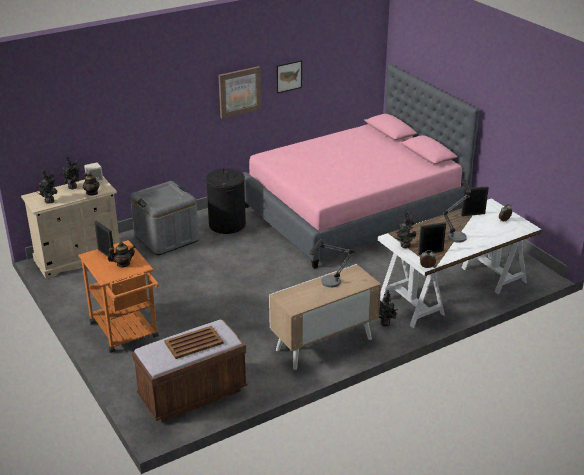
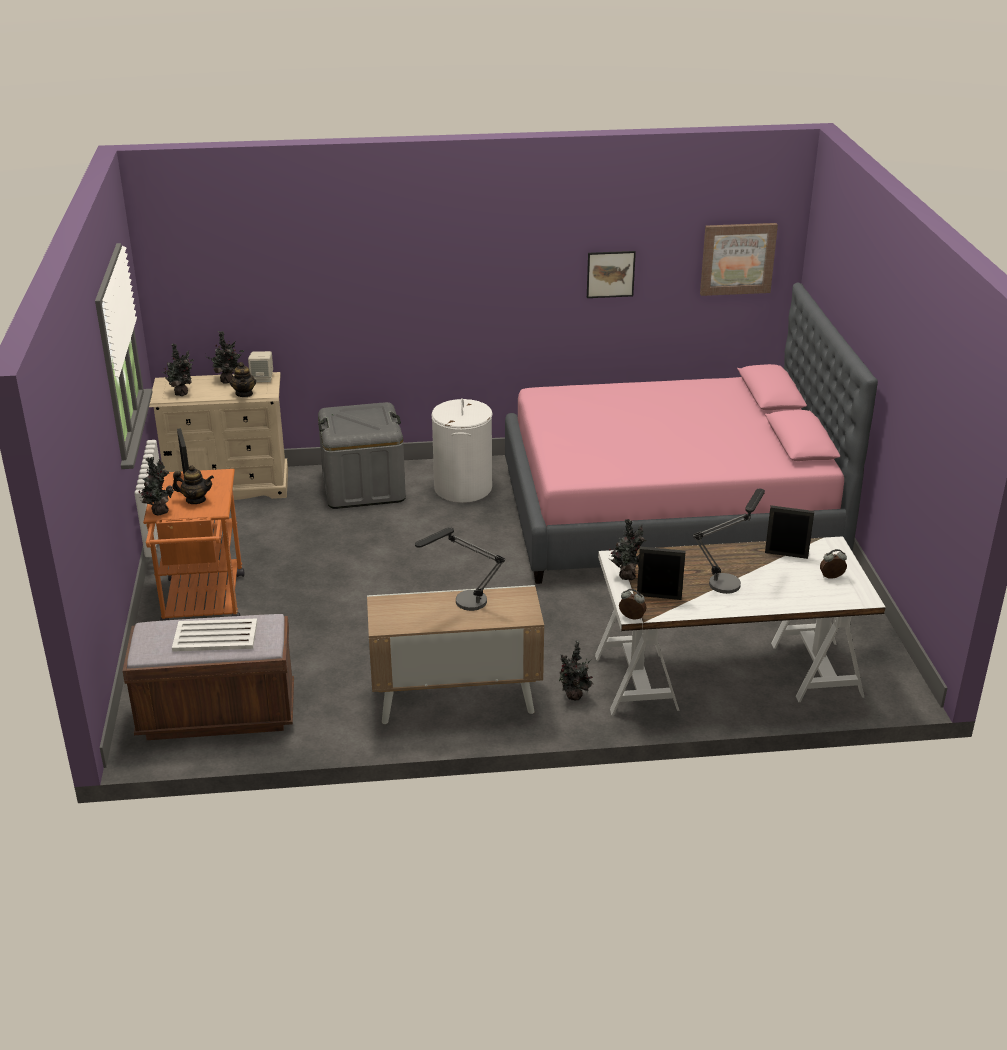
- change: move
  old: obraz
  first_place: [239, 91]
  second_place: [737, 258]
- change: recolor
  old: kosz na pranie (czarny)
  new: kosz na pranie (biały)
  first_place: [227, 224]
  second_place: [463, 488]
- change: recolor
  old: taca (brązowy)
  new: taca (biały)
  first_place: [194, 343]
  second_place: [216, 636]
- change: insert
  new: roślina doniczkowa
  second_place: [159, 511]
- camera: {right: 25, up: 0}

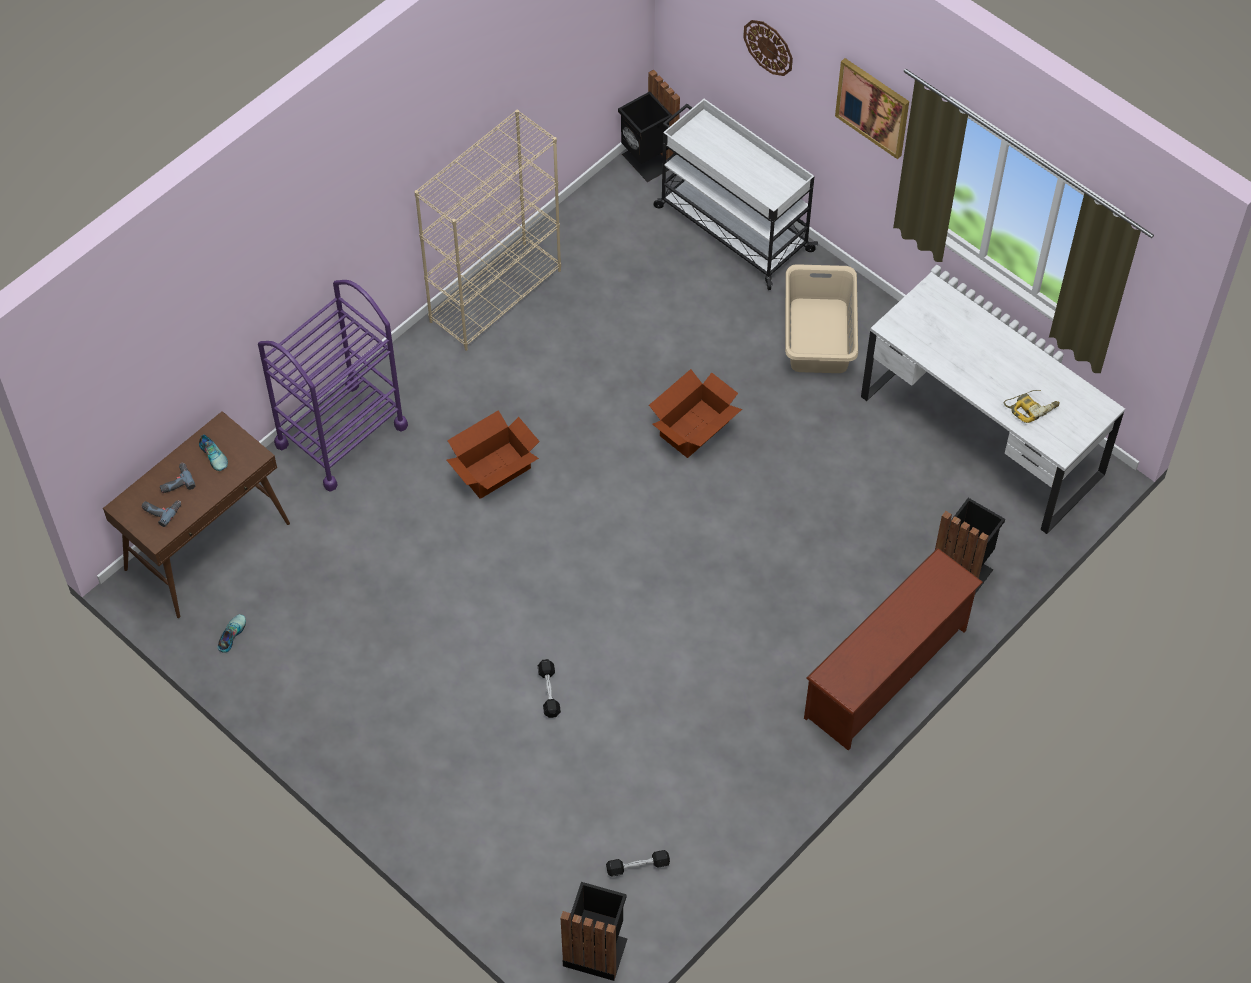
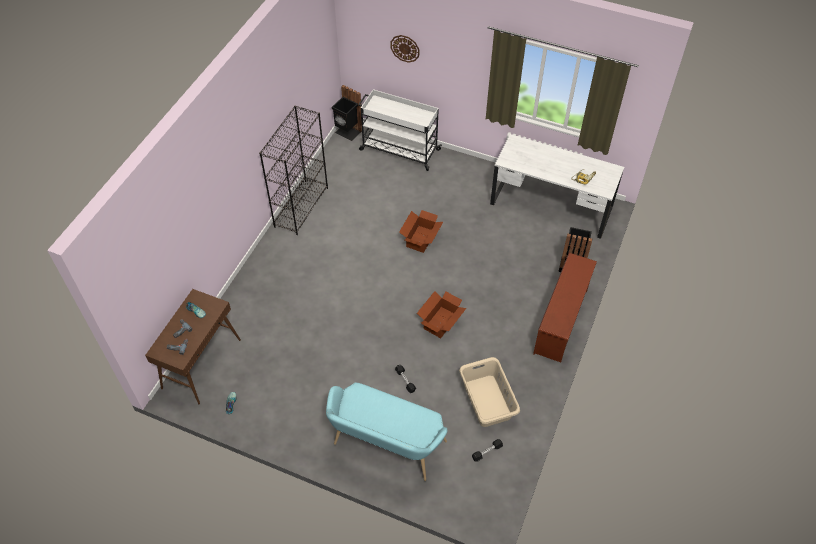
- change: delete
  old: obraz
  first_place: [873, 107]
- change: recolor
  old: regał (beżowy)
  new: regał (czarny)
  first_place: [495, 295]
  second_place: [301, 207]
- change: move
  old: kosz na pranie (beżowy)
  first_place: [818, 336]
  second_place: [487, 401]
- change: delete
  old: wózek (fioletowy)
  first_place: [341, 435]
- change: move
  old: karton
  first_place: [495, 470]
  second_place: [441, 322]
- change: delete
  old: kosz na śmieci (czarny)
  first_place: [595, 949]
- change: insert
  new: ławka (turkusowy)
  second_place: [386, 446]
- camera: {right: -20, up: -5}

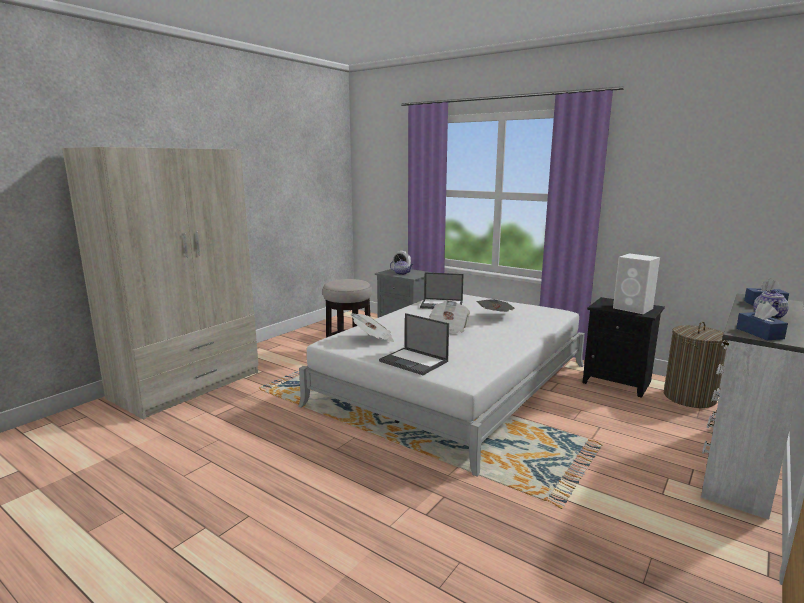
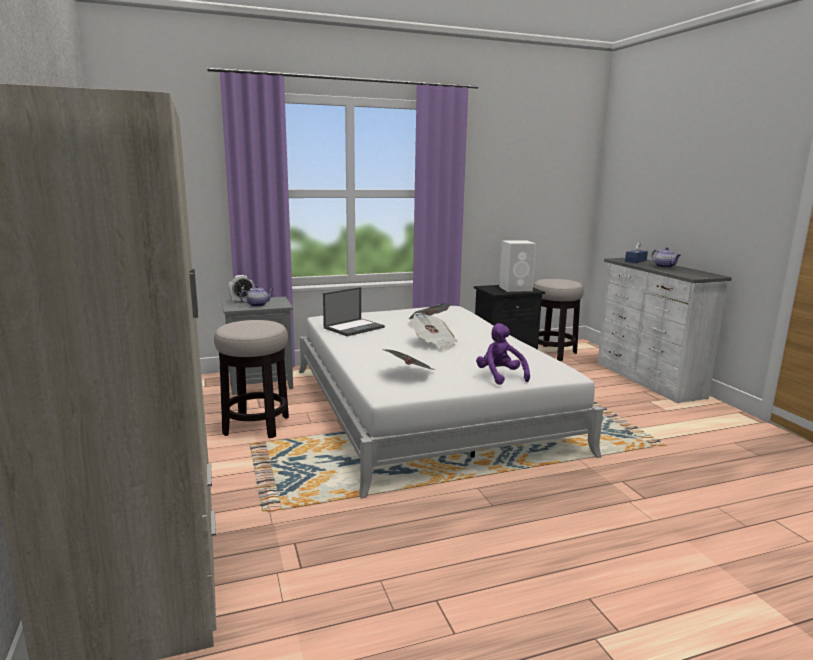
- change: delete
  old: pudełko chusteczek (niebieski)
  first_place: [759, 333]
- change: replace
  old: laptop
  new: pluszak (fioletowy)
  first_place: [414, 361]
  second_place: [500, 376]
- change: replace
  old: kosz na pranie
  new: stołek
  first_place: [689, 397]
  second_place: [552, 353]
- camera: {right: -55, up: 0}

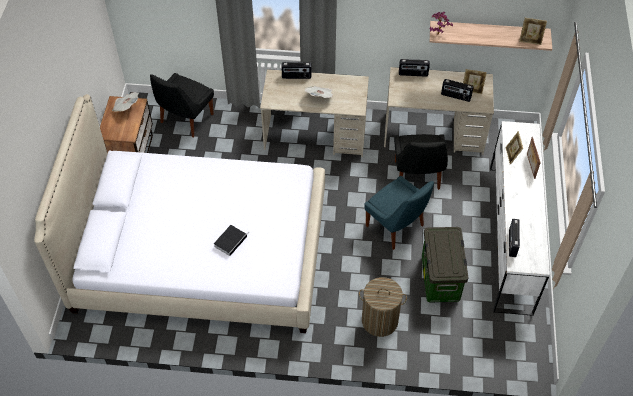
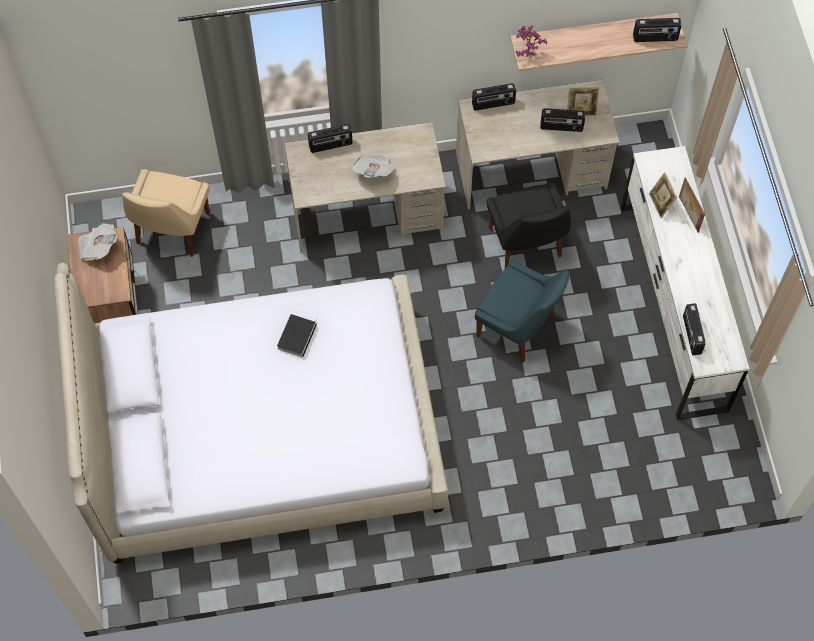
- change: replace
  old: ramka na zdjęcie
  new: radio
  first_place: [530, 40]
  second_place: [655, 38]
- change: recolor
  old: krzesło (czarny)
  new: krzesło (beżowy)
  first_place: [185, 120]
  second_place: [172, 230]
- change: move
  old: książka
  first_place: [230, 240]
  second_place: [297, 335]
- change: delete
  old: pojemnik do przechowywania
  first_place: [441, 279]
- change: delete
  old: kosz na pranie
  first_place: [379, 320]
- camera: {right: -15, up: 10}

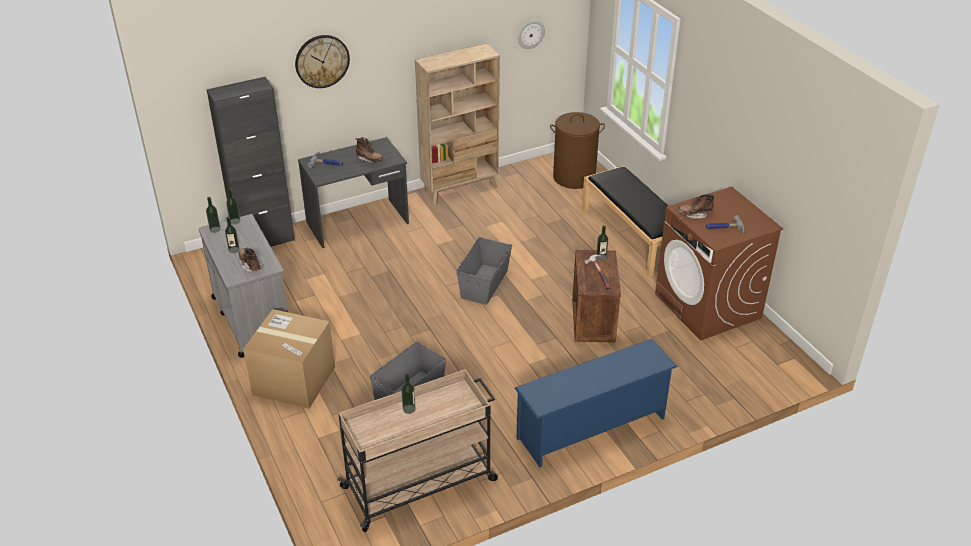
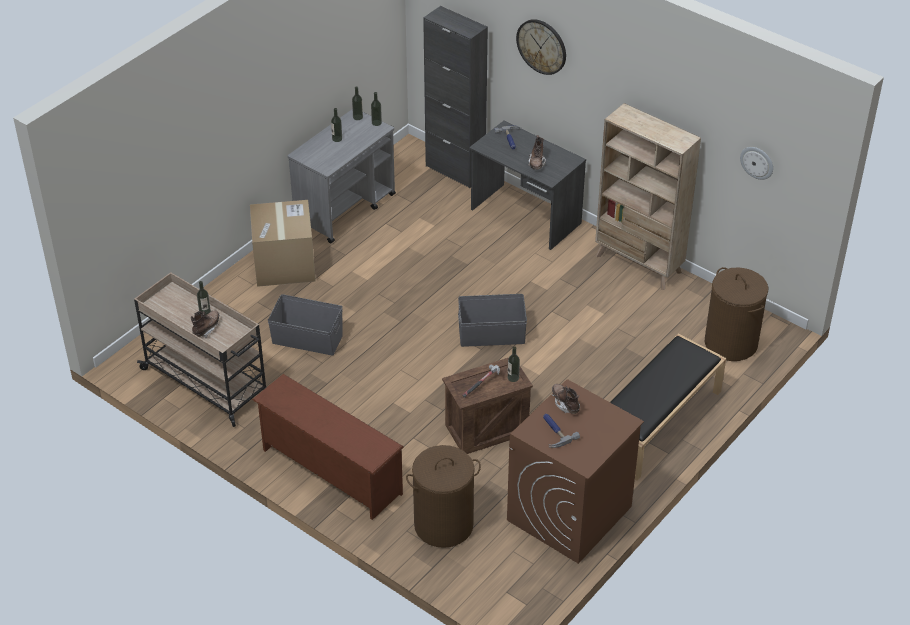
- change: move
  old: but z cholewką (brązowy)
  first_place: [250, 265]
  second_place: [206, 329]
- change: recolor
  old: regał na buty (niebieski)
  new: regał na buty (brązowy)
  first_place: [592, 429]
  second_place: [329, 472]
- change: insert
  new: kosz na pranie (brązowy)
  second_place: [443, 525]
- camera: {right: 65, up: 5}

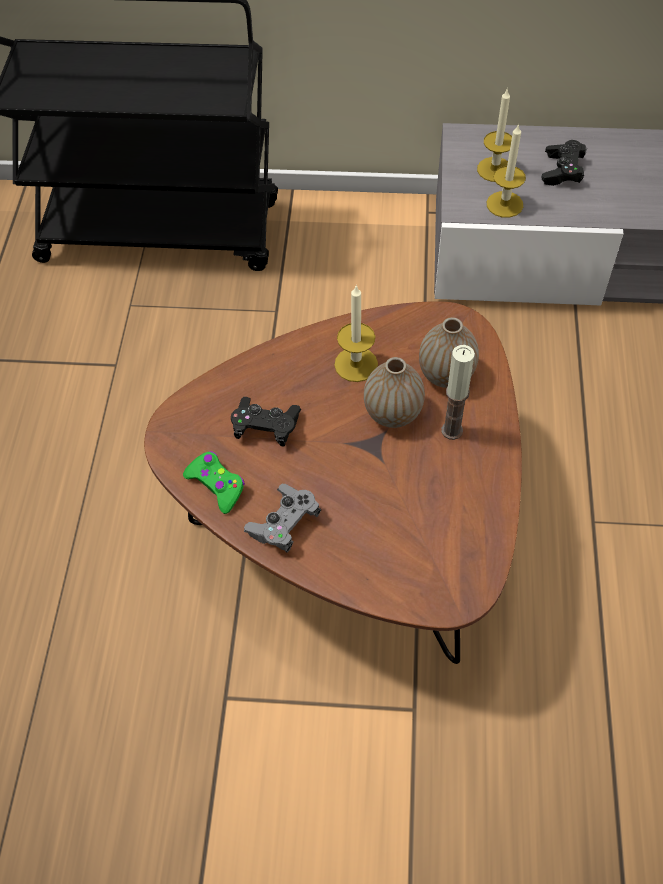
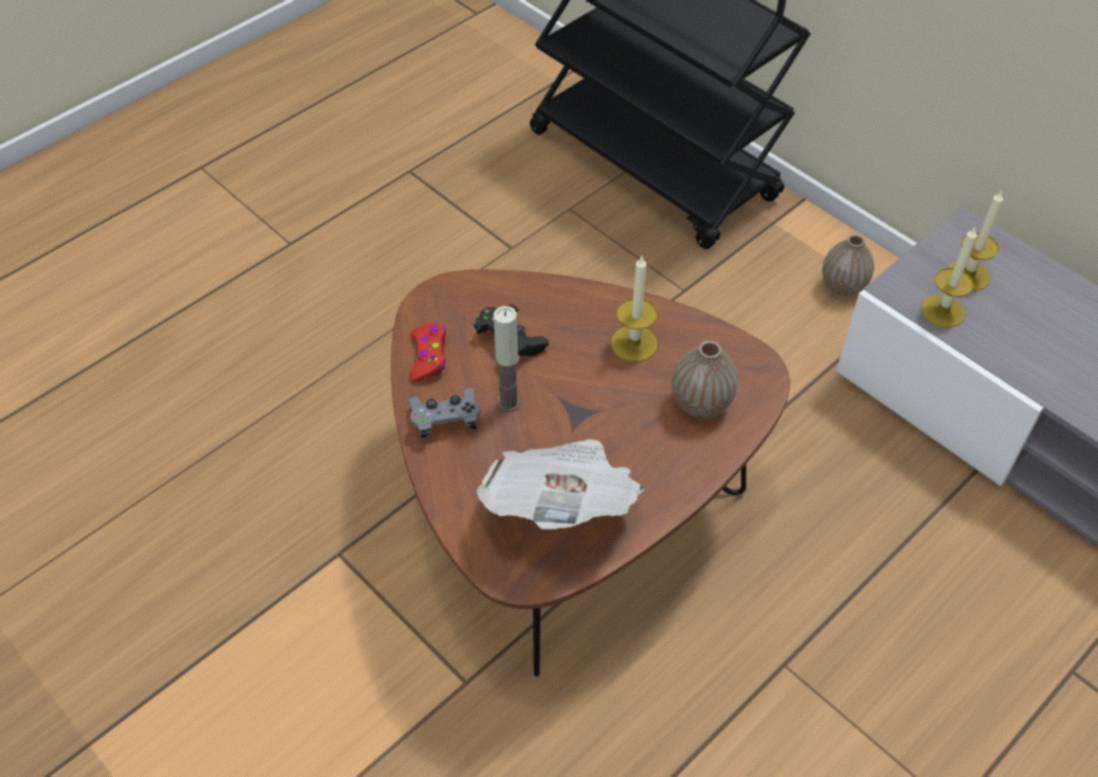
- change: delete
  old: pad do gier (czarny)
  first_place: [562, 171]
- change: move
  old: świeca
  first_place: [452, 430]
  second_place: [508, 402]
- change: move
  old: wazon
  first_place: [393, 413]
  second_place: [843, 286]
- change: recolor
  old: pad do gier (zielony)
  new: pad do gier (czerwony)
  first_place: [216, 485]
  second_place: [428, 356]
- change: insert
  new: gazeta
  second_place: [562, 505]
- camera: {right: 40, up: -5}

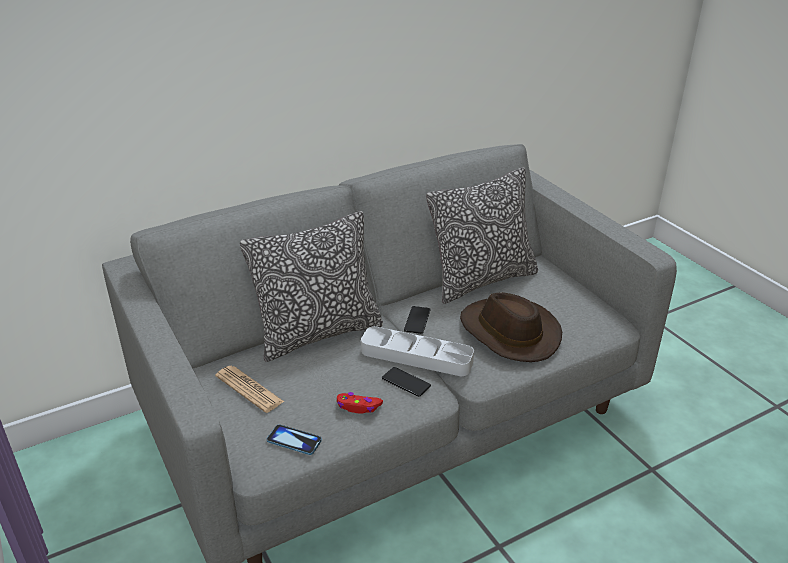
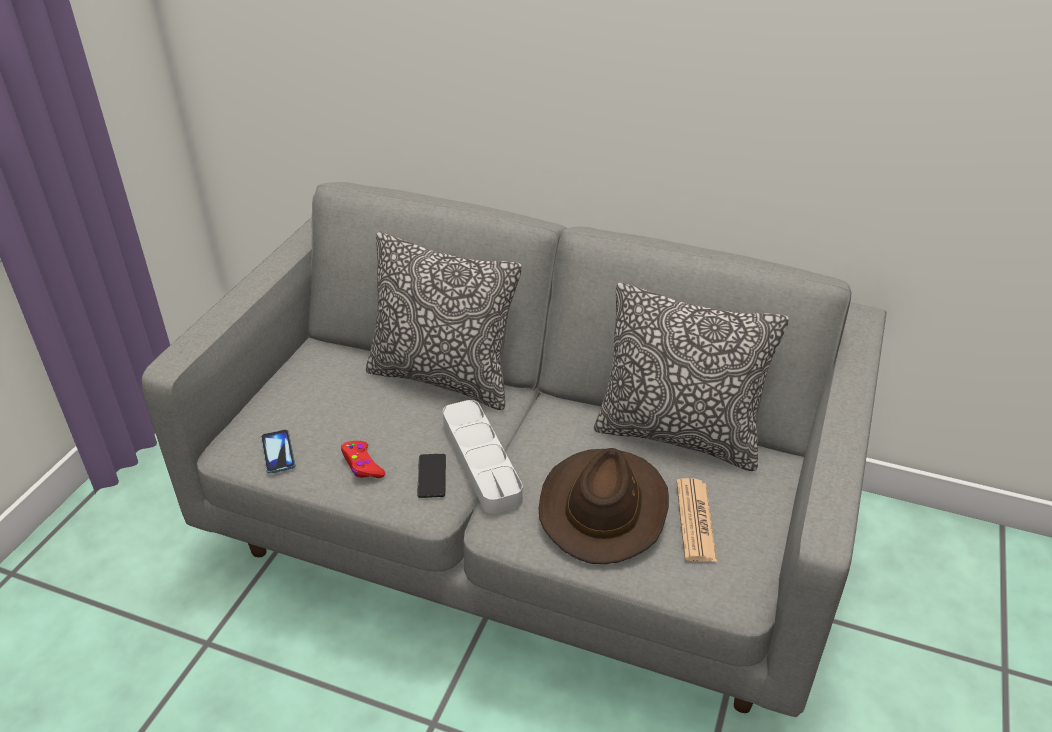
- change: delete
  old: telefon
  first_place: [417, 320]
- change: move
  old: gazeta
  first_place: [249, 389]
  second_place: [695, 520]
- camera: {right: 50, up: 5}

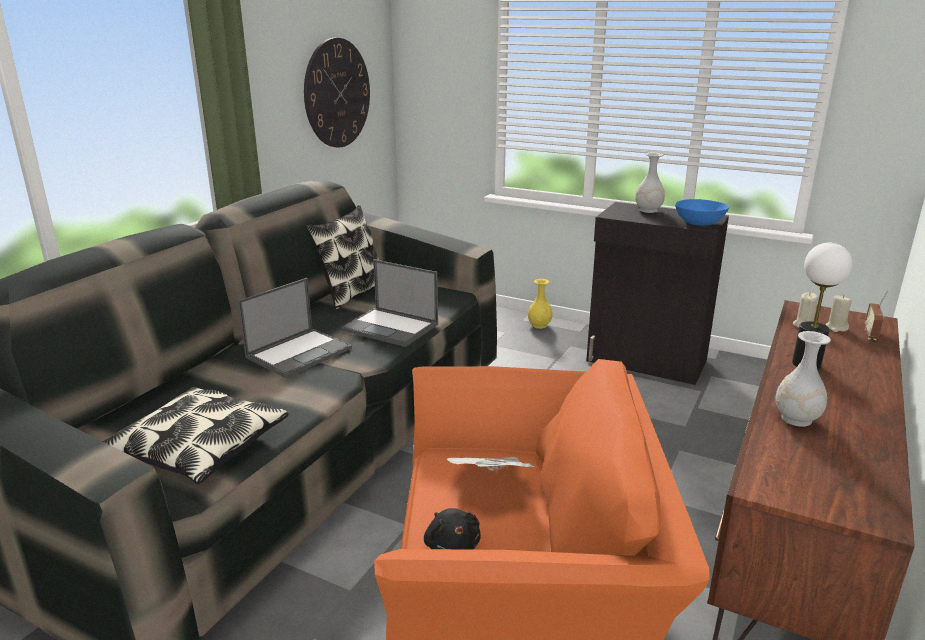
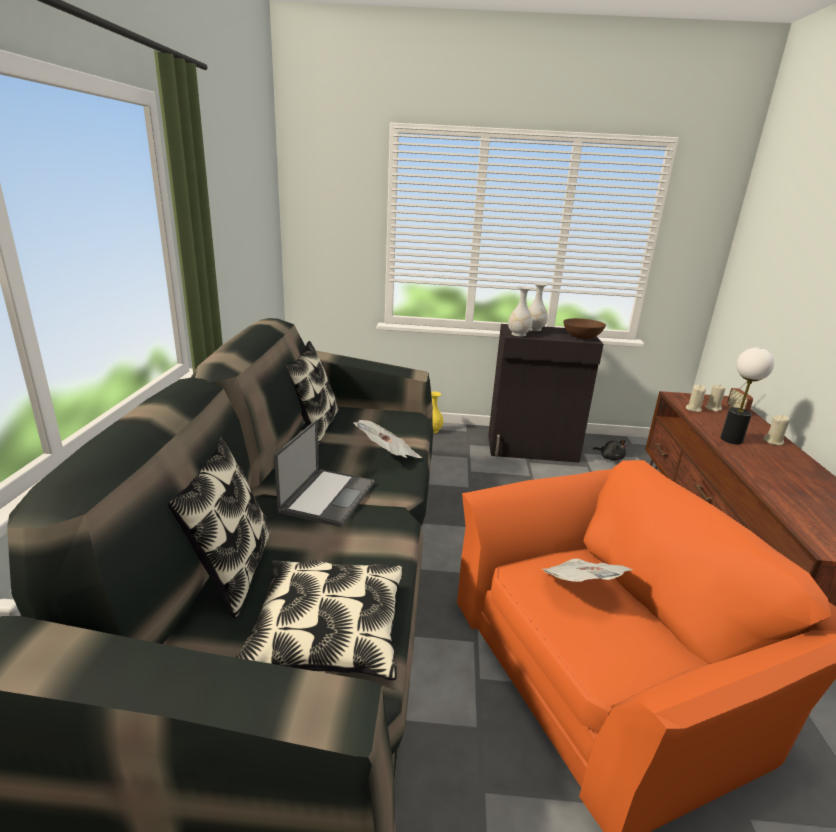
- change: delete
  old: zegar ścienny
  first_place: [337, 93]
- change: recolor
  old: miska (niebieski)
  new: miska (brązowy)
  first_place: [700, 223]
  second_place: [582, 337]
- change: replace
  old: laptop
  new: gazeta
  first_place: [391, 327]
  second_place: [388, 455]
- change: move
  old: wazon (biały)
  first_place: [795, 419]
  second_place: [518, 334]
- change: move
  old: pluszak (czarny)
  first_place: [452, 546]
  second_place: [610, 458]
- change: insert
  new: świeca (beżowy)
  second_place: [773, 442]
- change: insert
  new: poduszka
  second_place: [232, 571]
- camera: {right: -25, up: 0}

